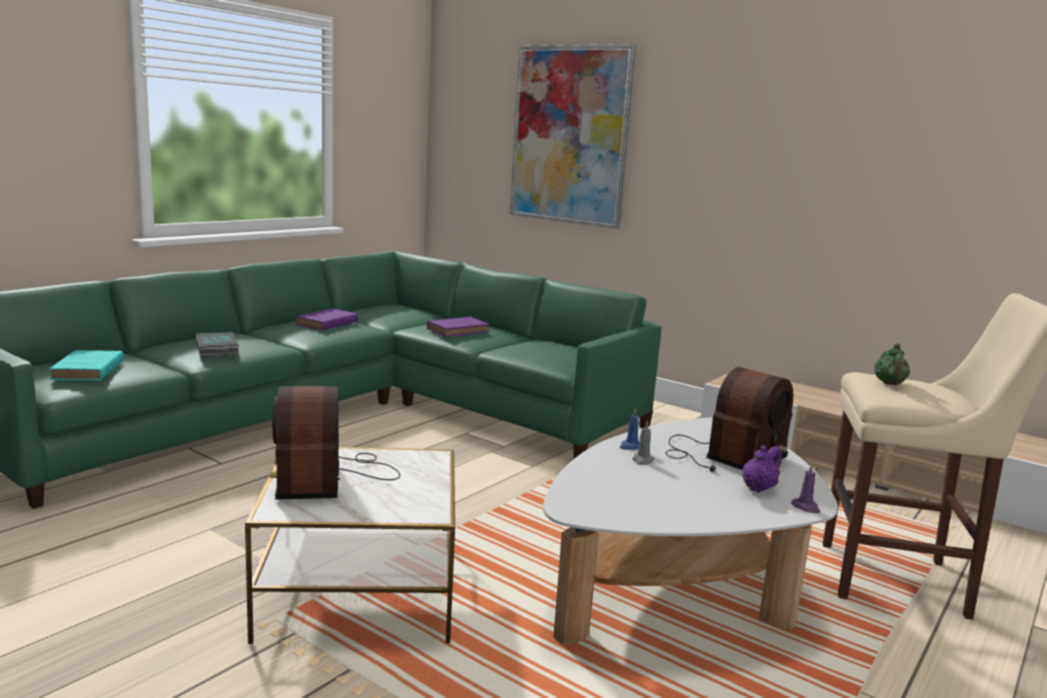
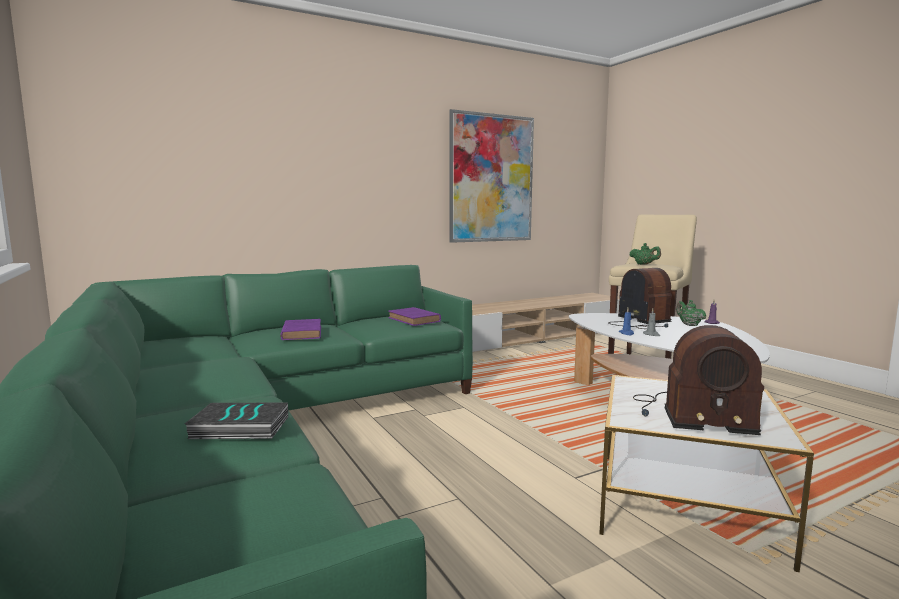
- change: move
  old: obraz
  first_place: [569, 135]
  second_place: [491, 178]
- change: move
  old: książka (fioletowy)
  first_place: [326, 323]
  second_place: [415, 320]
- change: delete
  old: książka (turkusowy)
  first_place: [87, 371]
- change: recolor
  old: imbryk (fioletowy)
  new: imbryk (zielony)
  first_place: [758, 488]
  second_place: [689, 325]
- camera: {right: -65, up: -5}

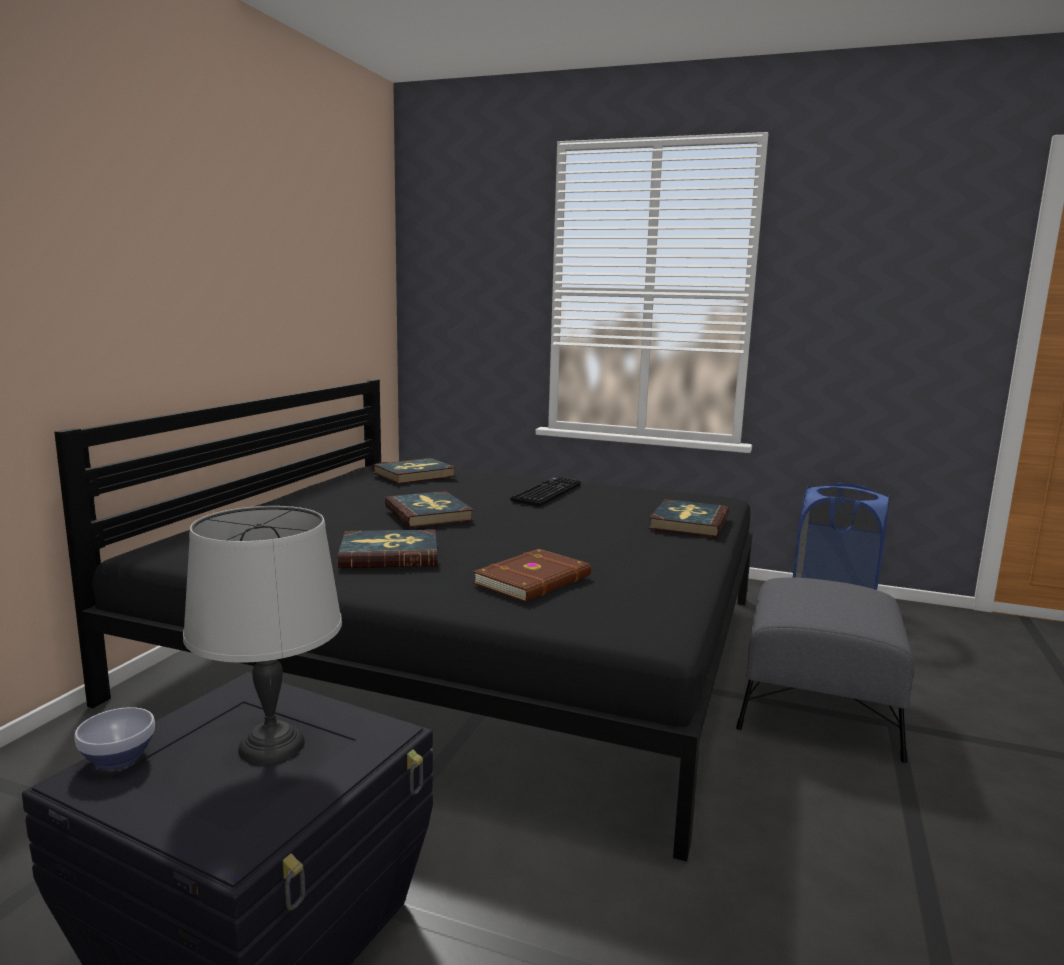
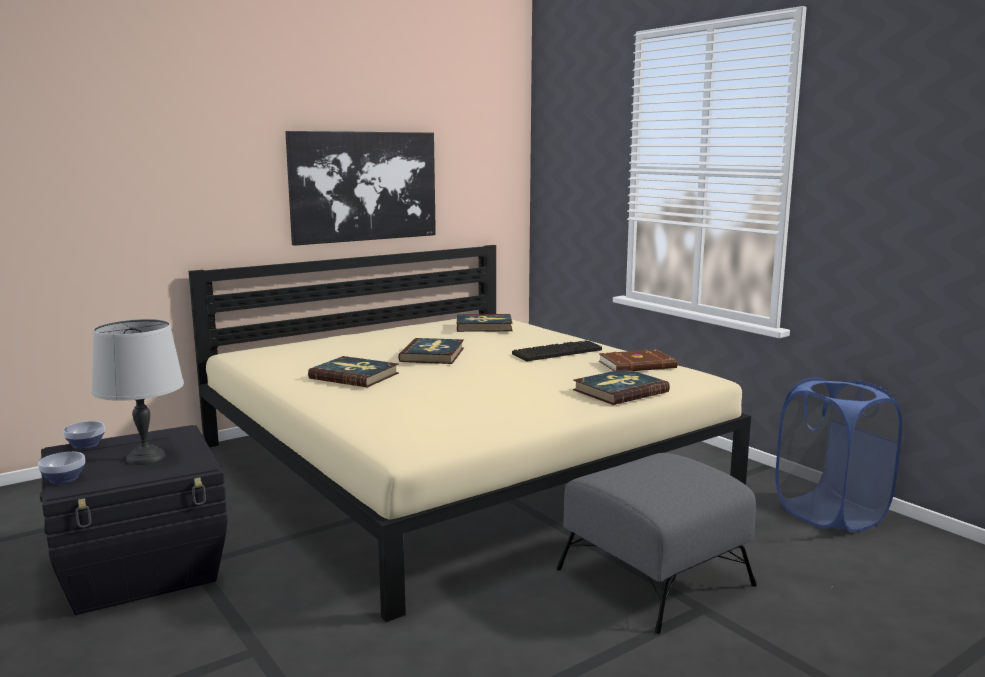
- change: recolor
  old: łóżko (czarny)
  new: łóżko (beżowy)
  first_place: [473, 643]
  second_place: [457, 465]
- change: move
  old: książka (brązowy)
  first_place: [535, 580]
  second_place: [638, 365]
- change: insert
  new: obraz
  second_place: [364, 186]
- change: insert
  new: miska
  second_place: [64, 479]
- camera: {right: 35, up: 0}

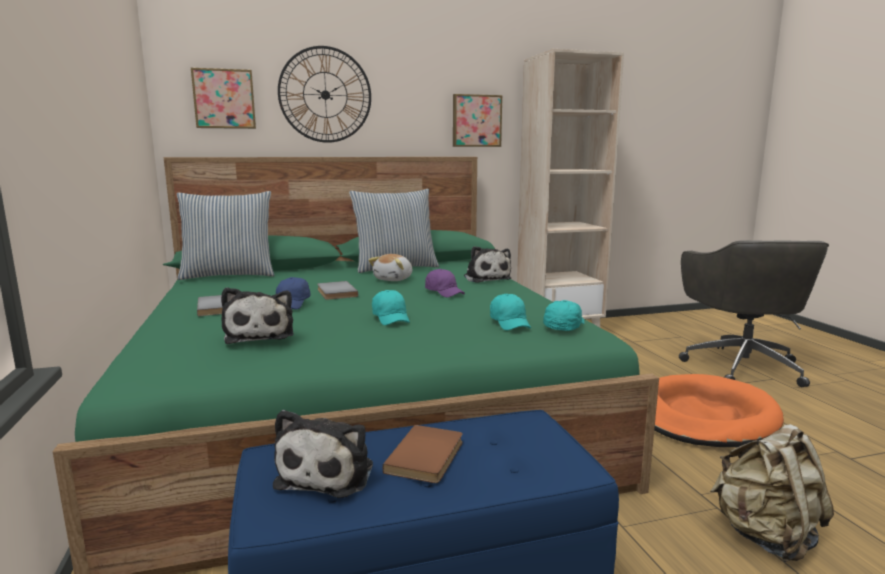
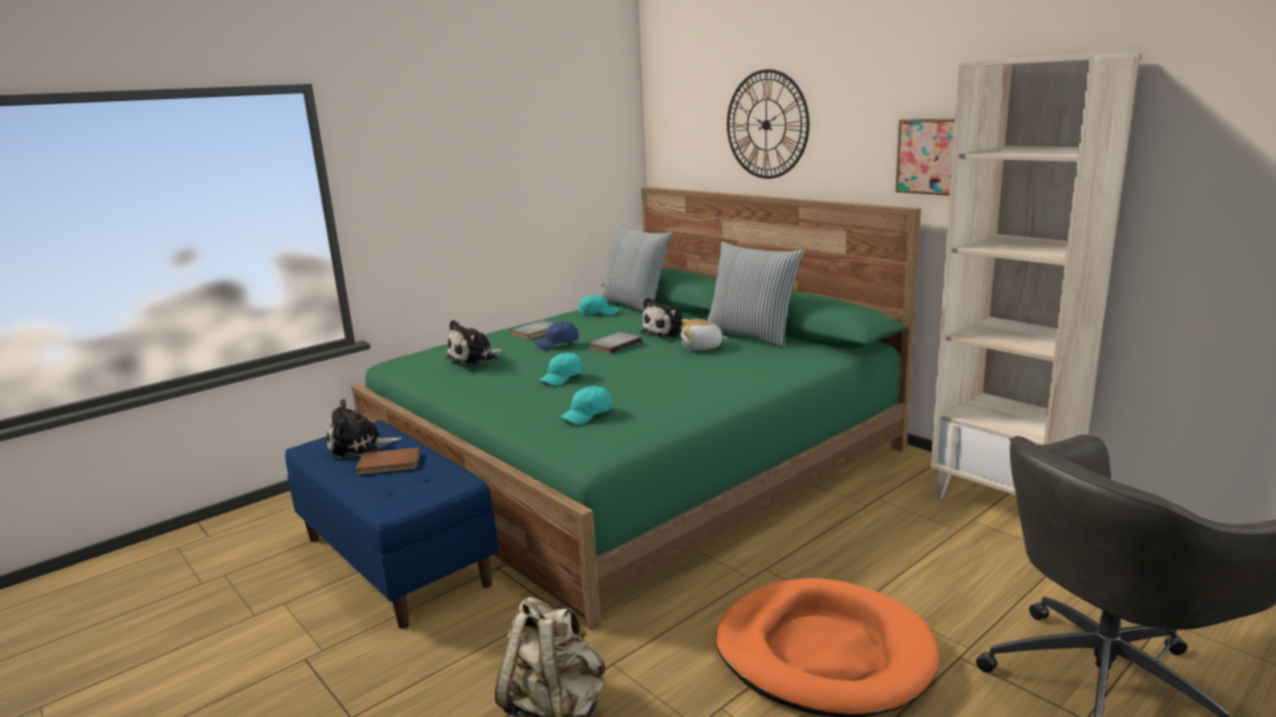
- change: delete
  old: obraz
  first_place: [224, 99]
- change: move
  old: pluszak
  first_place: [486, 278]
  second_place: [667, 332]
- change: delete
  old: czapka z daszkiem (fioletowy)
  first_place: [444, 292]
- change: move
  old: czapka z daszkiem (turkusowy)
  first_place: [564, 326]
  second_place: [598, 313]
- camera: {right: 65, up: 5}

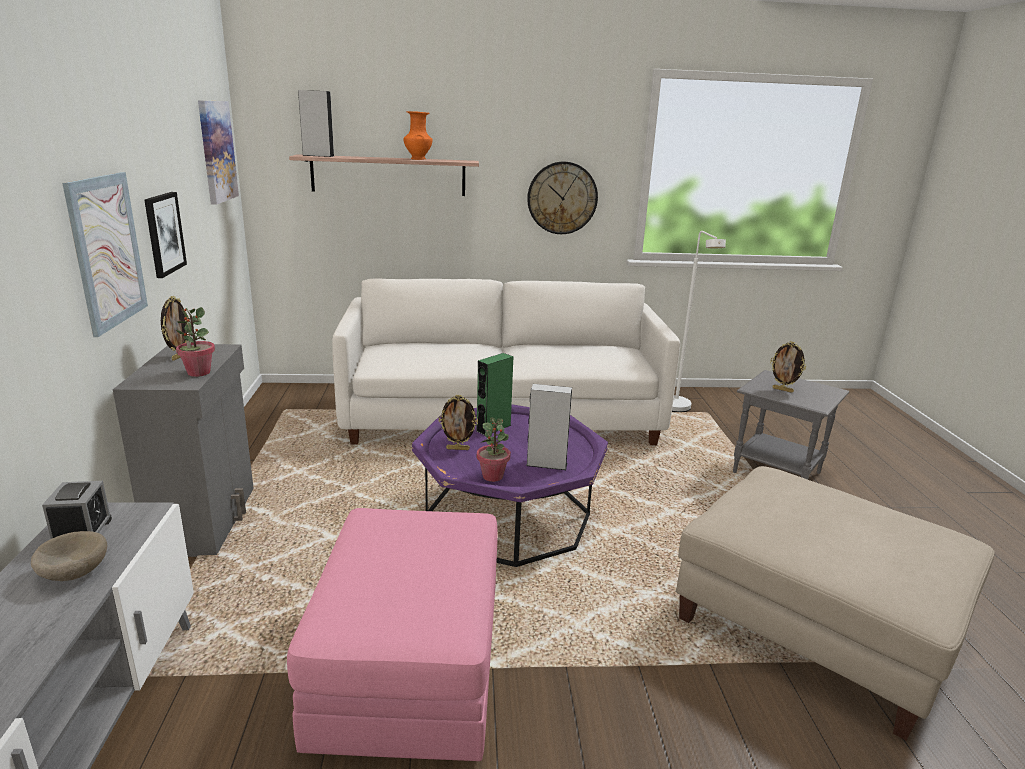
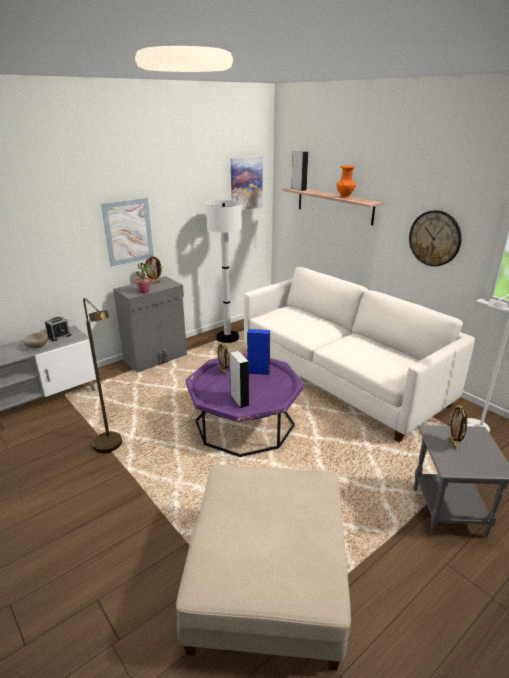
- change: delete
  old: obraz
  first_place: [164, 233]
- change: recolor
  old: głośnik (zielony)
  new: głośnik (niebieski)
  first_place: [493, 428]
  second_place: [258, 372]
- change: delete
  old: roślina doniczkowa
  first_place: [493, 476]
- change: replace
  old: pufa (różowy)
  new: lampa stojąca (brązowy)
  first_place: [409, 667]
  second_place: [112, 448]
- change: insert
  new: lampa stojąca (biały)
  second_place: [227, 338]
- camera: {right: 55, up: 5}

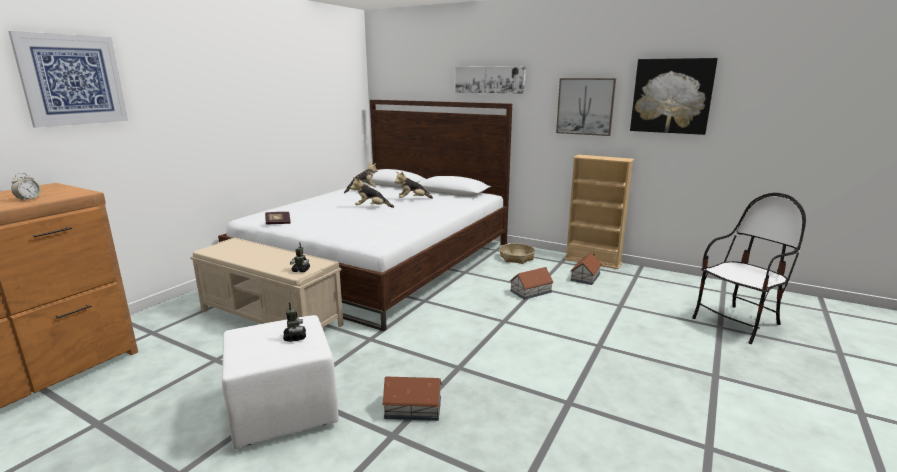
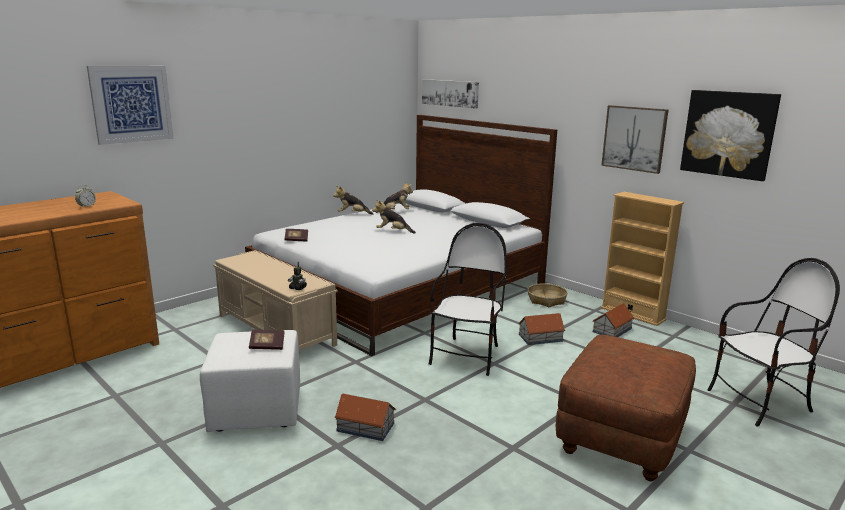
- change: move
  old: obraz
  first_place: [489, 80]
  second_place: [450, 93]
- change: move
  old: pluszak
  first_place: [412, 199]
  second_place: [352, 214]
- change: replace
  old: robot zabawkowy
  new: książka
  first_place: [295, 337]
  second_place: [267, 346]
- change: insert
  new: krzesło
  second_place: [467, 356]
- change: insert
  new: pufa (brązowy)
  second_place: [621, 437]
- camera: {right: 15, up: 0}

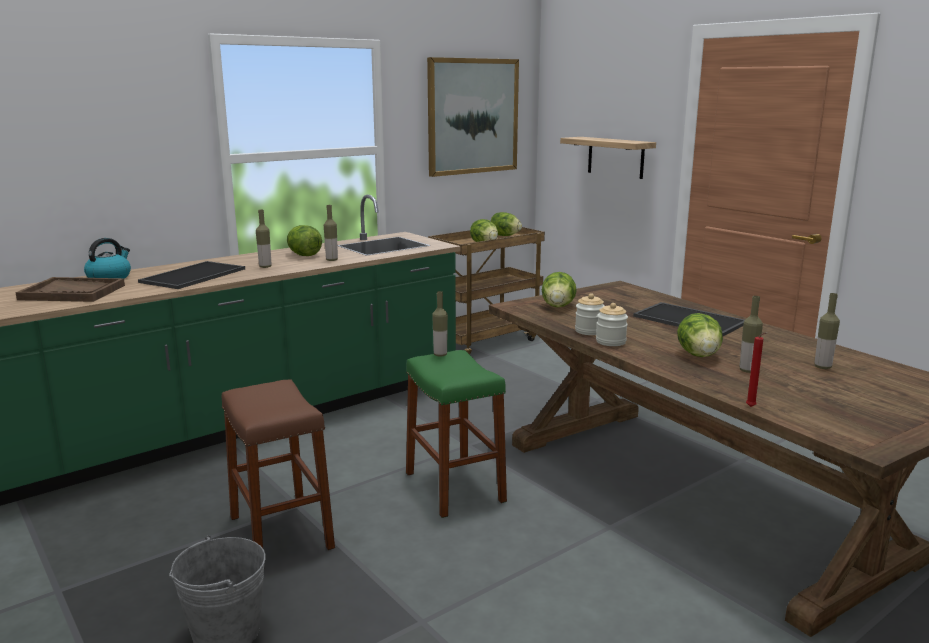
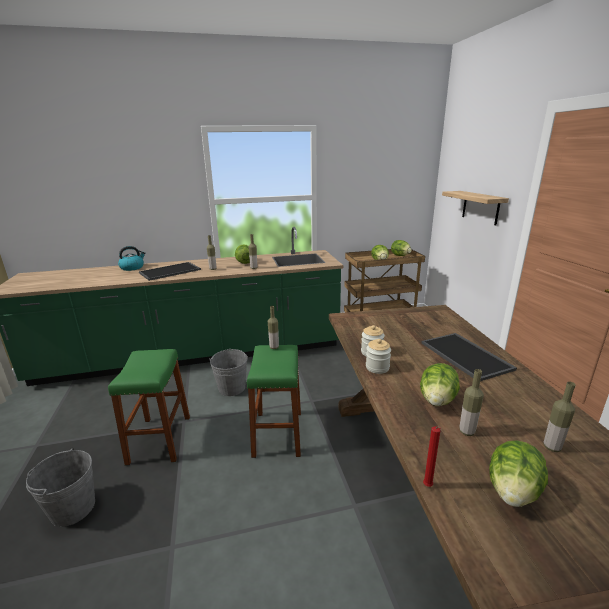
- change: delete
  old: obraz
  first_place: [473, 116]
- change: move
  old: sałata
  first_place: [558, 306]
  second_place: [512, 491]
- change: delete
  old: taca (brązowy)
  first_place: [73, 292]
- change: recolor
  old: stołek (brązowy)
  new: stołek (zielony)
  first_place: [281, 532]
  second_place: [160, 439]
- change: insert
  new: wiadro (szary)
  second_place: [232, 388]
- camera: {right: 25, up: 5}

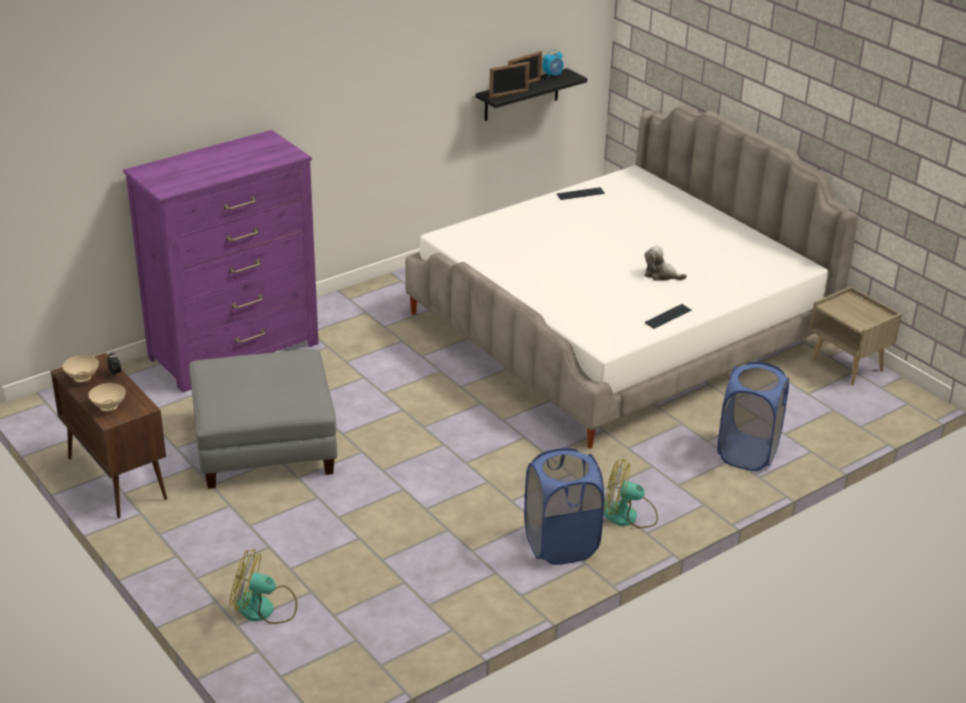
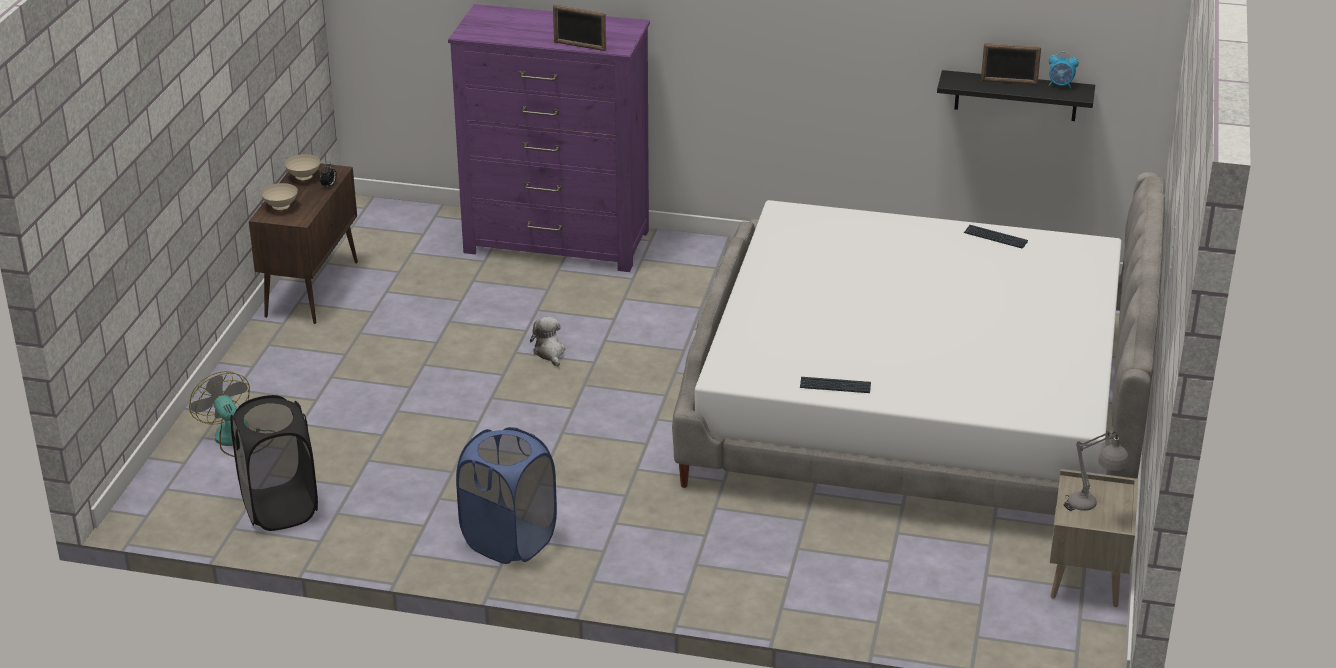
- change: move
  old: ramka na zdjęcie
  first_place: [509, 94]
  second_place: [579, 46]
- change: move
  old: pluszak
  first_place: [661, 275]
  second_place: [549, 353]
- change: delete
  old: pufa (szary)
  first_place: [264, 445]
- change: delete
  old: kosz na pranie (niebieski)
  first_place: [748, 453]
- change: delete
  old: wentylator
  first_place: [628, 515]
- change: insert
  new: kosz na pranie (czarny)
  second_place: [279, 508]
- change: insert
  new: lampa stołowa (szary)
  second_place: [1092, 510]
- camera: {right: 50, up: 0}

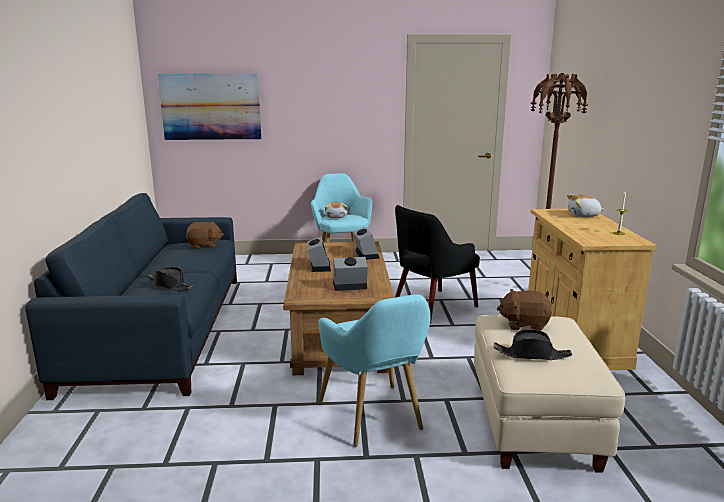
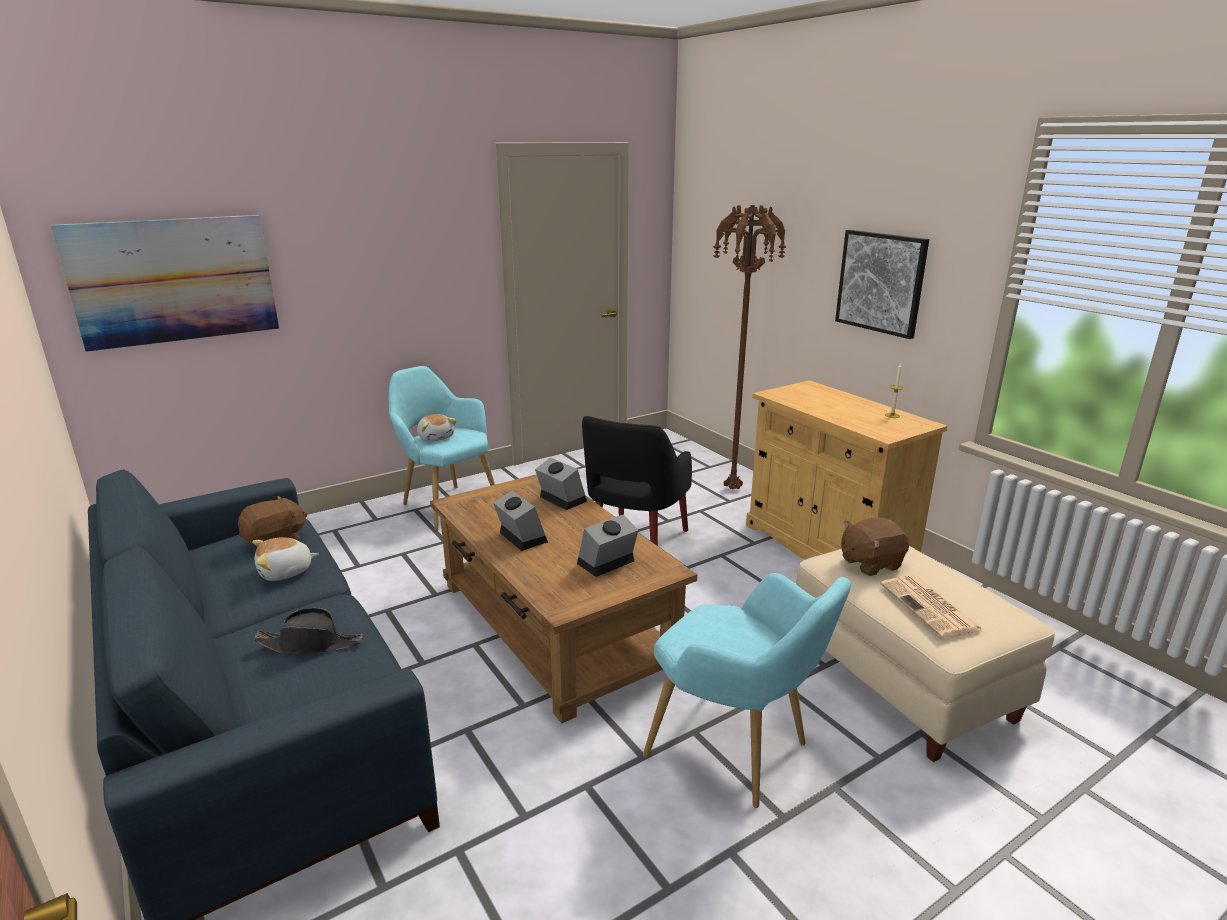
- change: move
  old: pluszak
  first_place: [583, 215]
  second_place: [286, 572]
- change: replace
  old: kapelusz (czarny)
  new: gazeta
  first_place: [532, 354]
  second_place: [931, 607]
- change: insert
  new: obraz
  second_place: [881, 282]
- camera: {right: -30, up: 5}

